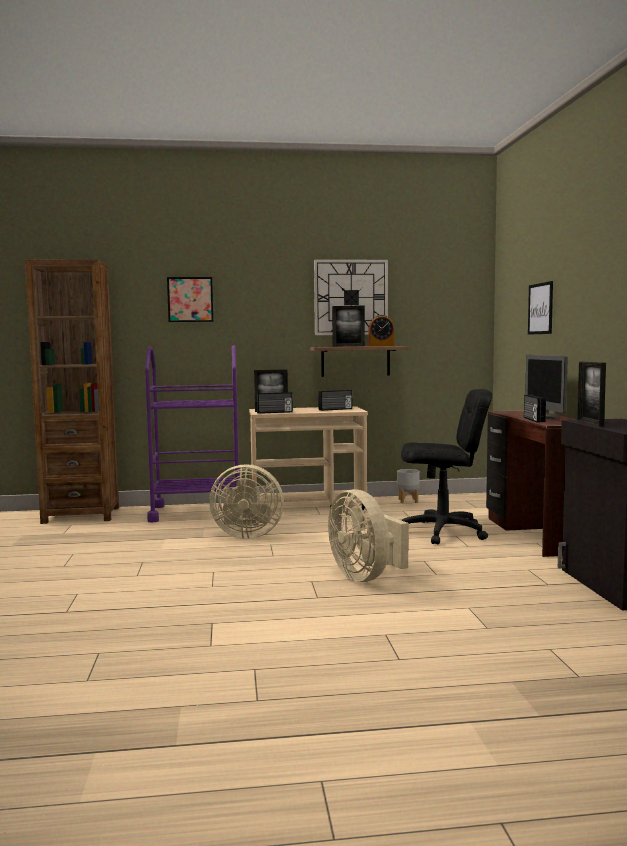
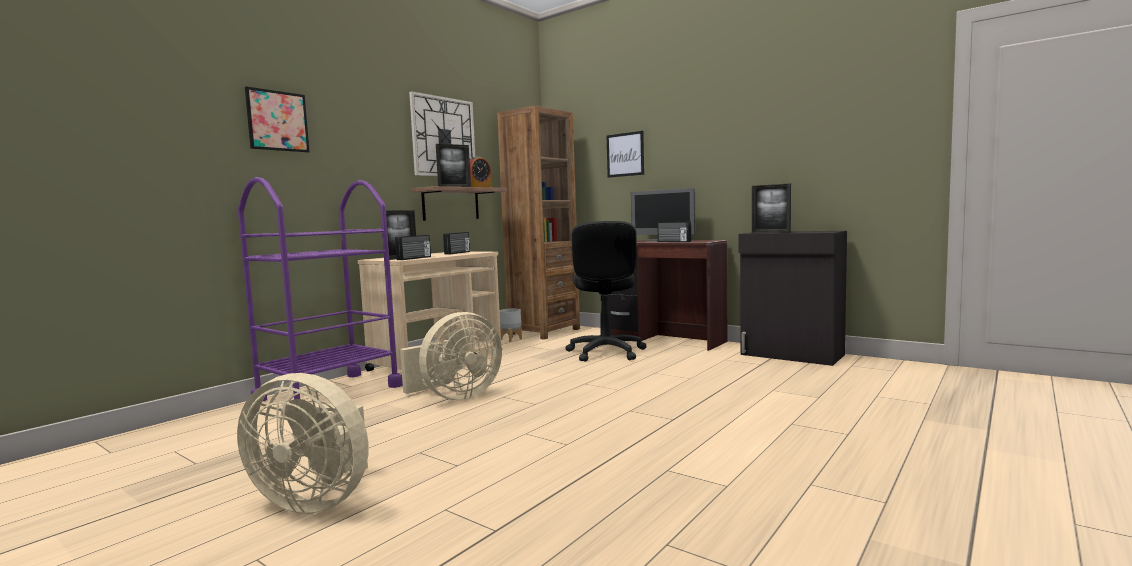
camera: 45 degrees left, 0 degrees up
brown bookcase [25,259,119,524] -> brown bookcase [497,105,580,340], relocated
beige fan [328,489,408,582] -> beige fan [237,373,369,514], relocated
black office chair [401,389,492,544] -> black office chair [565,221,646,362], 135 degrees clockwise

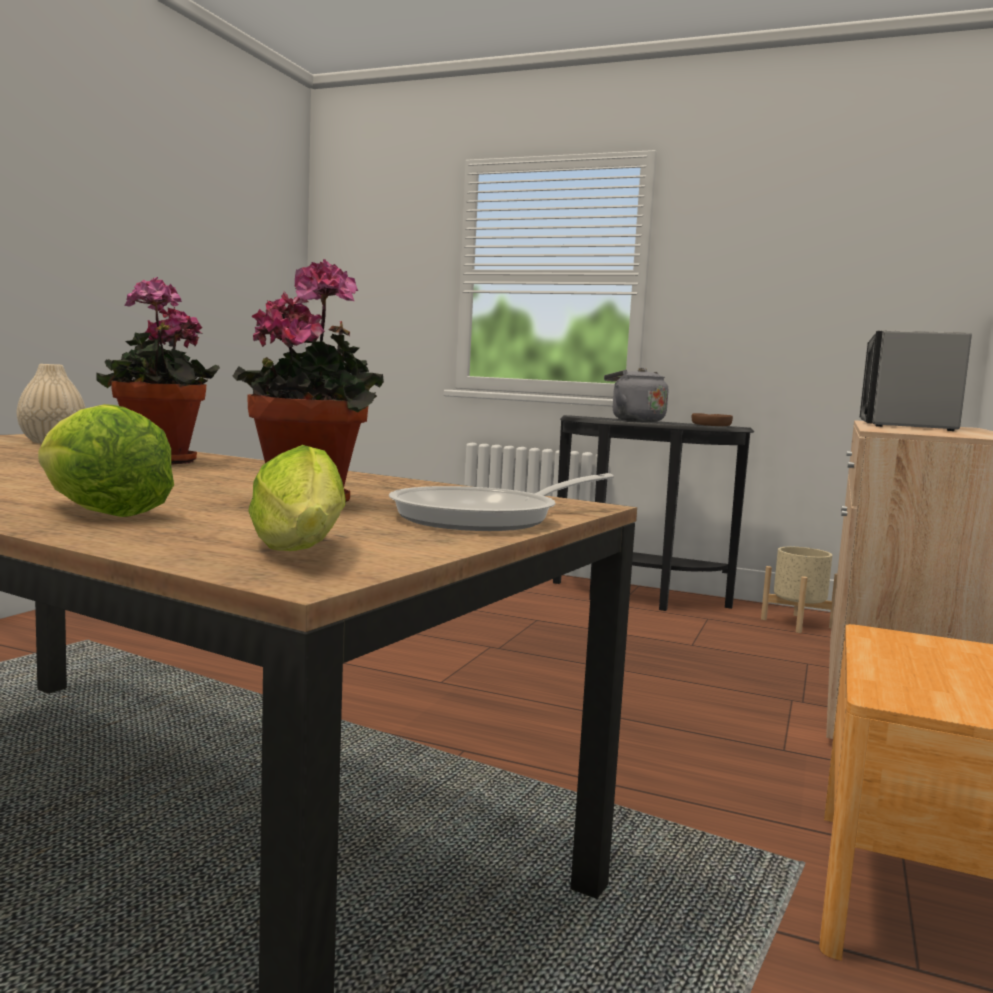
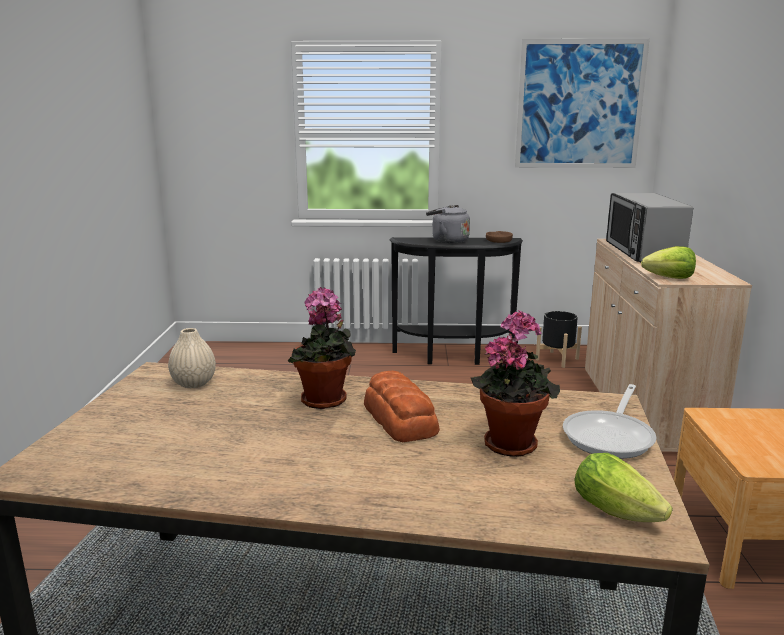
camera: 20 degrees left, 10 degrees up
none -> bread [364,371,440,442]
none -> picture [515,39,650,168]
lettuce [38,404,174,517] -> lettuce [641,246,696,279], relocated
beige planter [761,547,837,633] -> black planter [536,311,582,368]

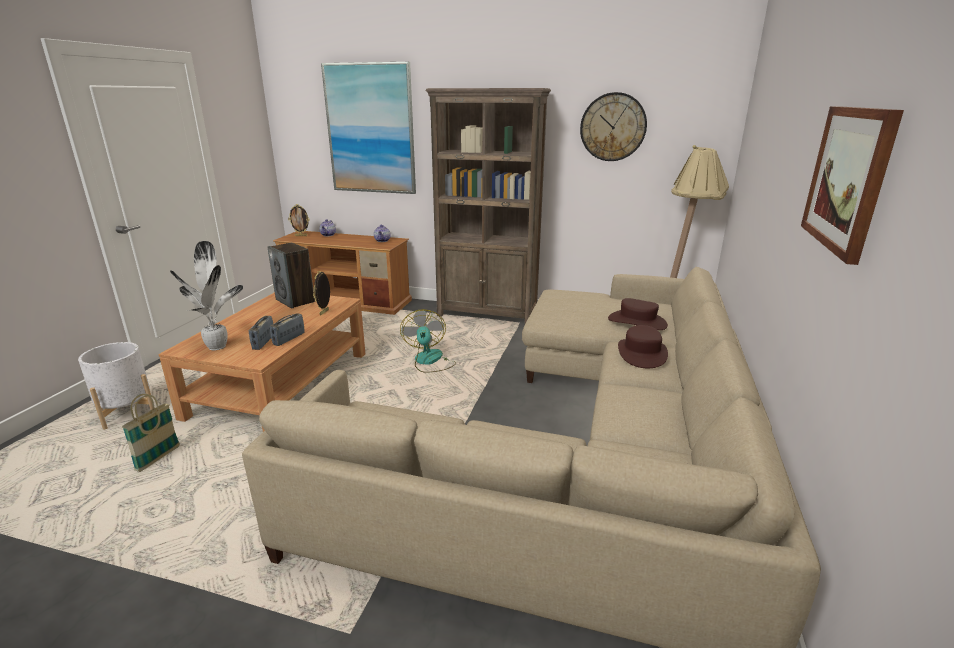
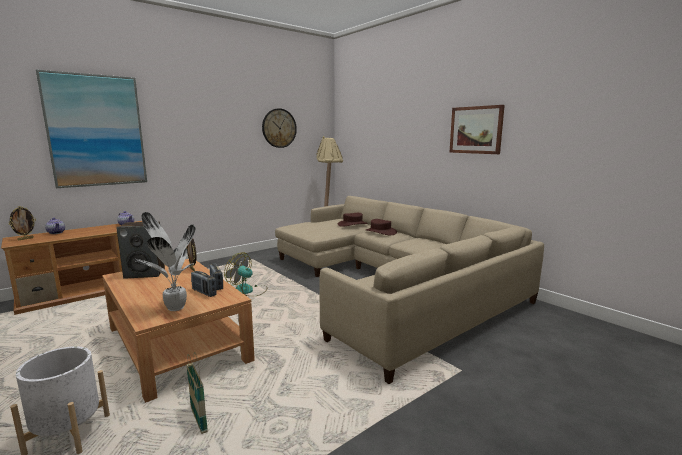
camera: 55 degrees left, 10 degrees down
brown bookcase [425,88,551,324] -> none

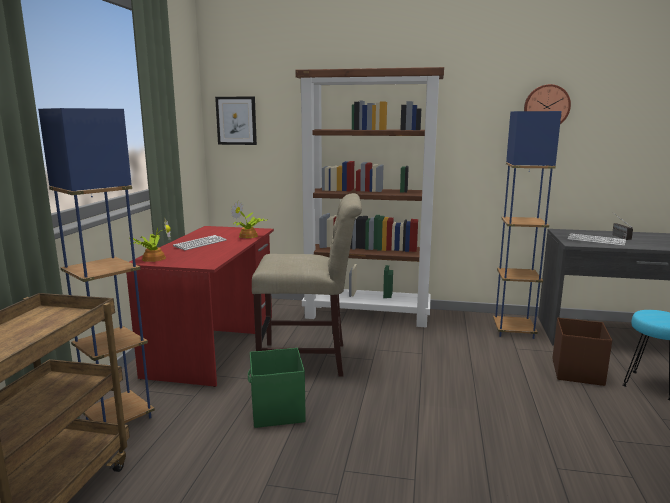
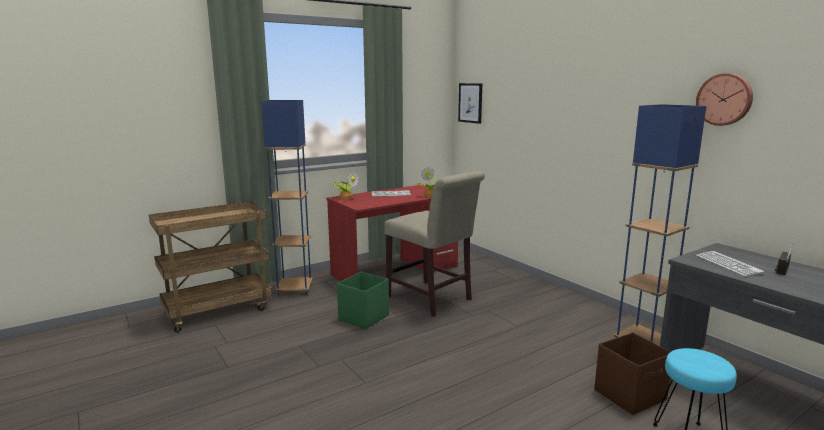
camera: 45 degrees right, 0 degrees up
brown bookcase [295,67,444,327] -> none

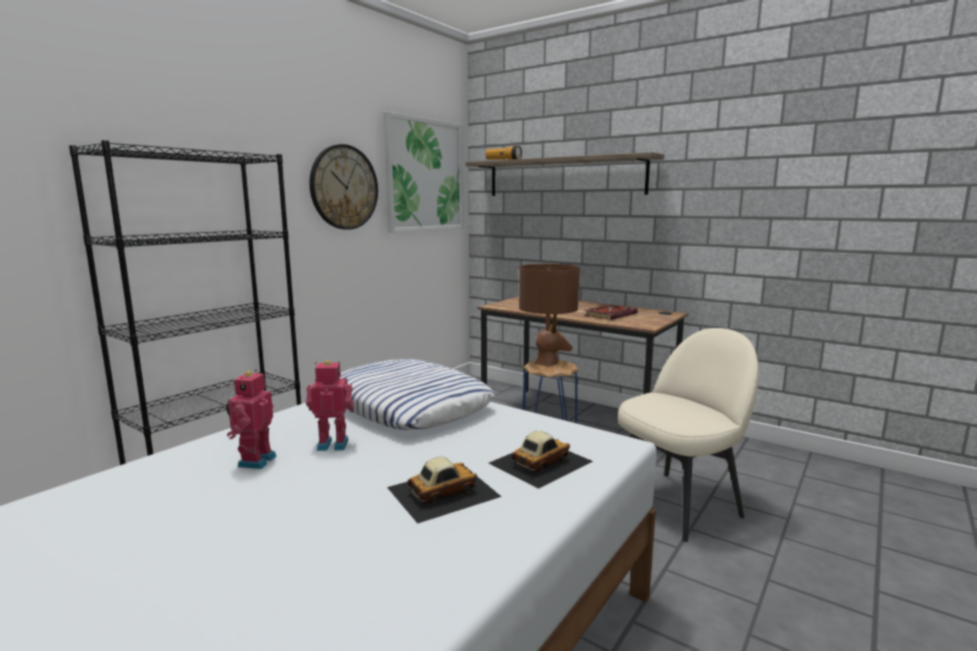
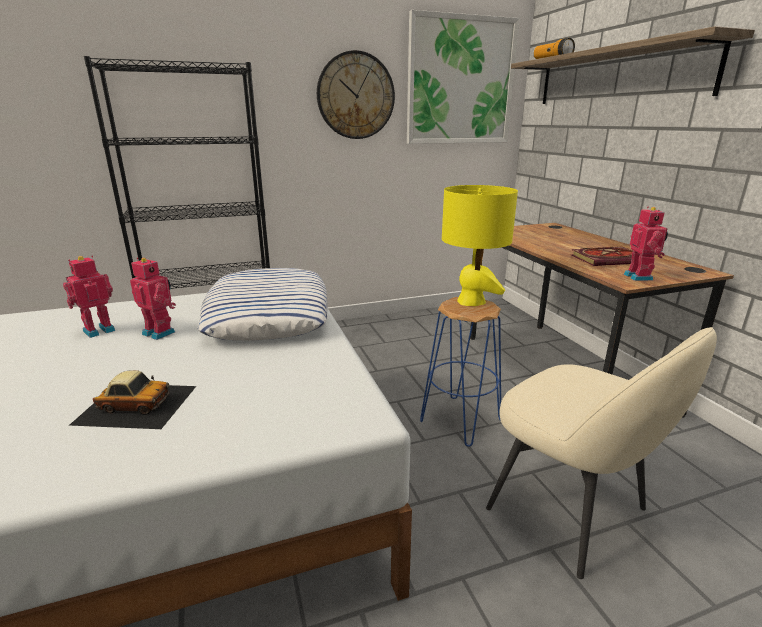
camera: 35 degrees right, 10 degrees up
toy car [489,431,593,489] -> none
none -> toy robot [624,207,668,281]
brown table lamp [519,264,580,366] -> yellow table lamp [442,185,518,306]
beige chair [618,328,759,542] -> beige chair [486,327,717,579], 45 degrees clockwise

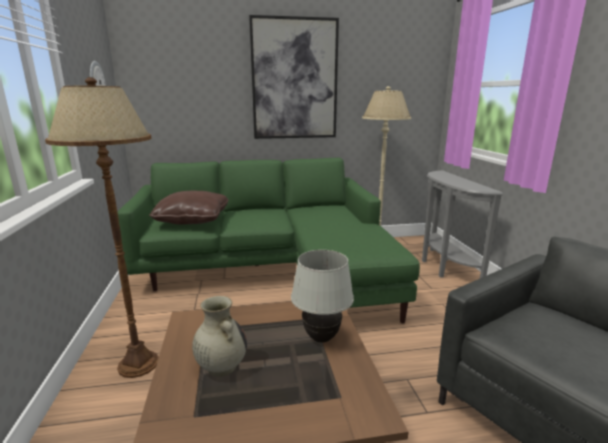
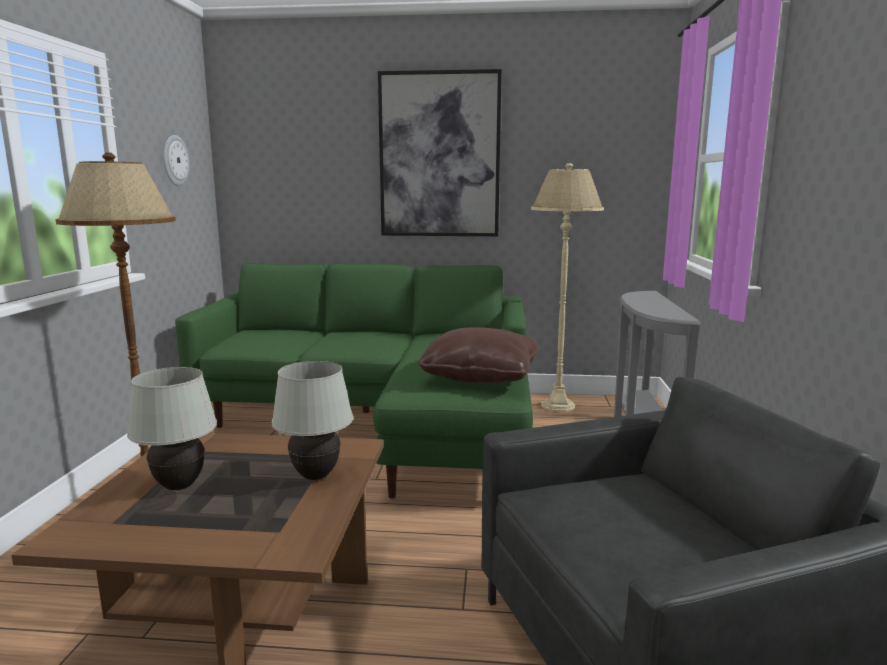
camera: 15 degrees right, 5 degrees down
brown pillow [149,191,229,225] -> brown pillow [417,327,539,383], relocated
beige vase [192,296,247,377] -> white table lamp [127,367,217,490]

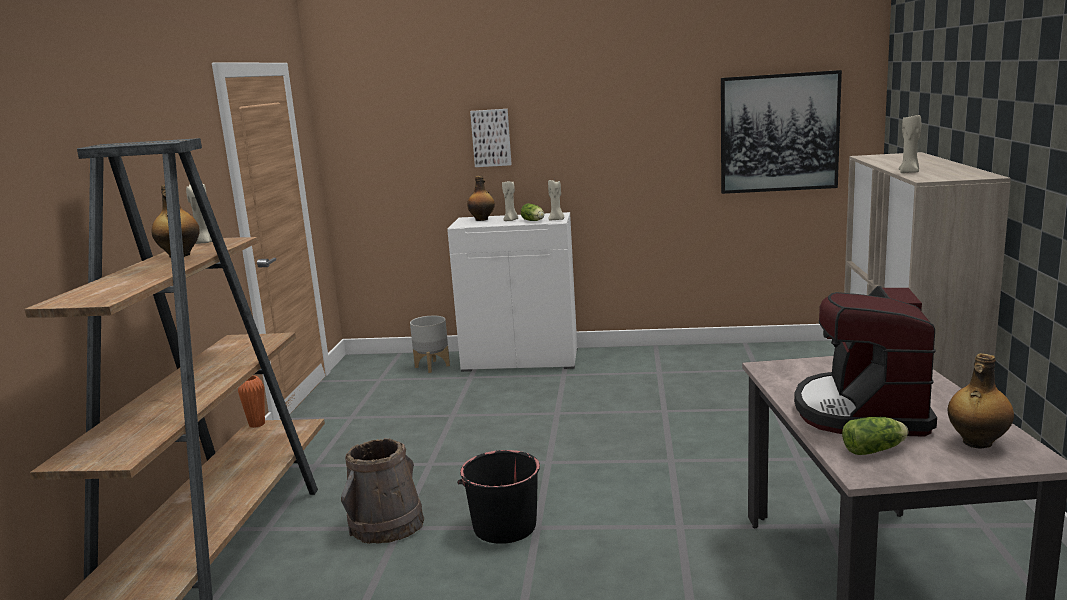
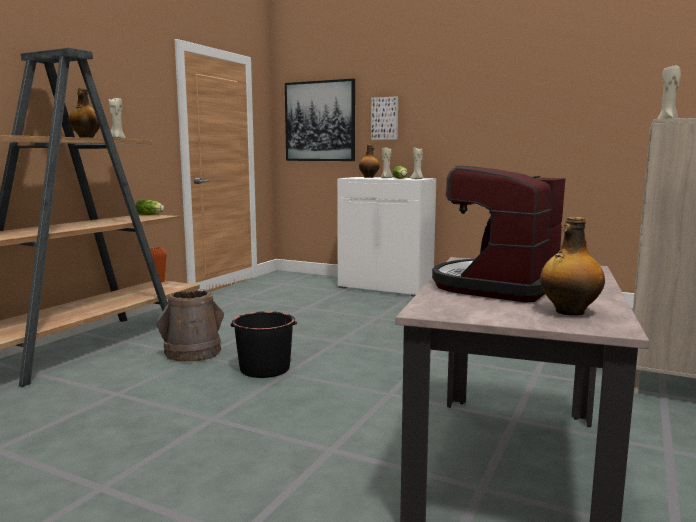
camera: 20 degrees right, 5 degrees down
grey planter [410,316,450,373] -> none
picture [721,70,842,194] -> picture [285,79,355,161], relocated
lettuce [842,417,908,455] -> lettuce [135,200,164,215], relocated

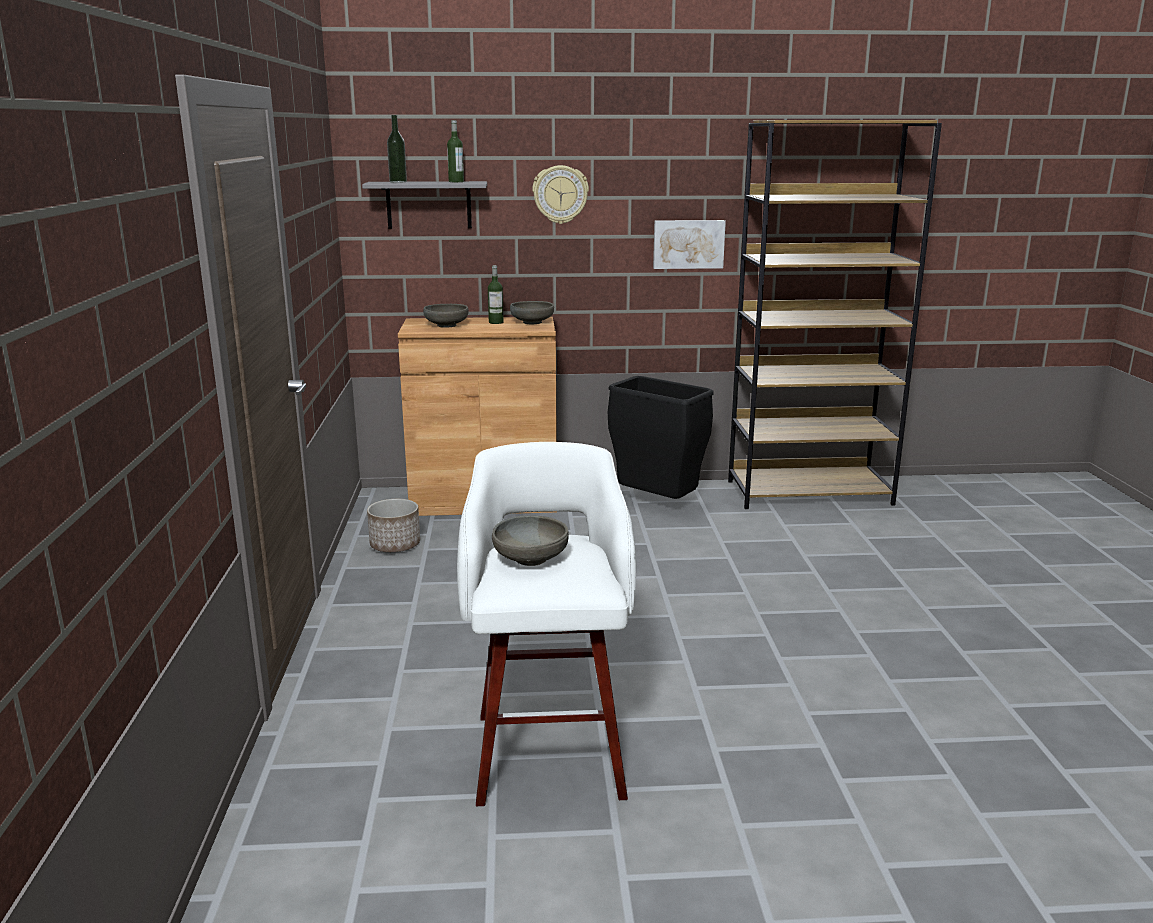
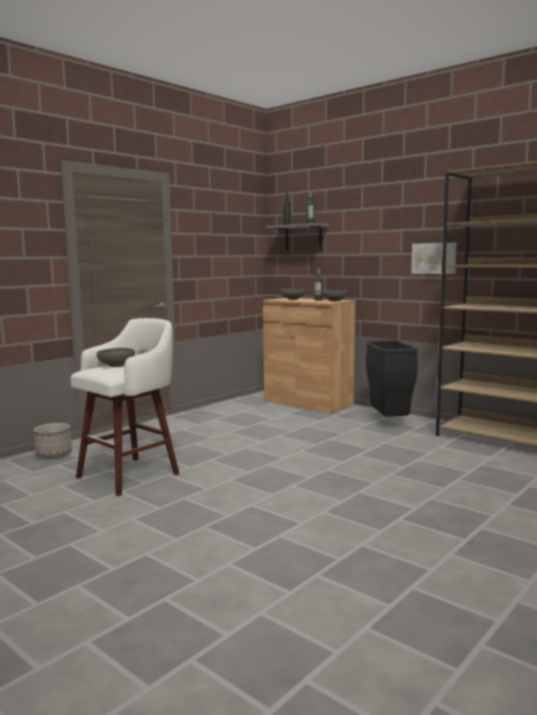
camera: 45 degrees right, 10 degrees down
wall clock [532,165,589,224] -> none
planter [367,499,420,552] -> planter [34,423,72,458], relocated

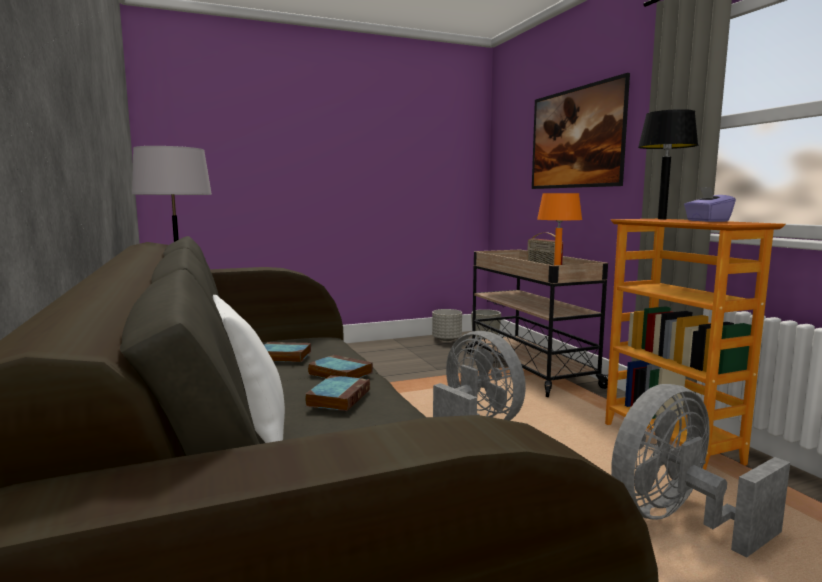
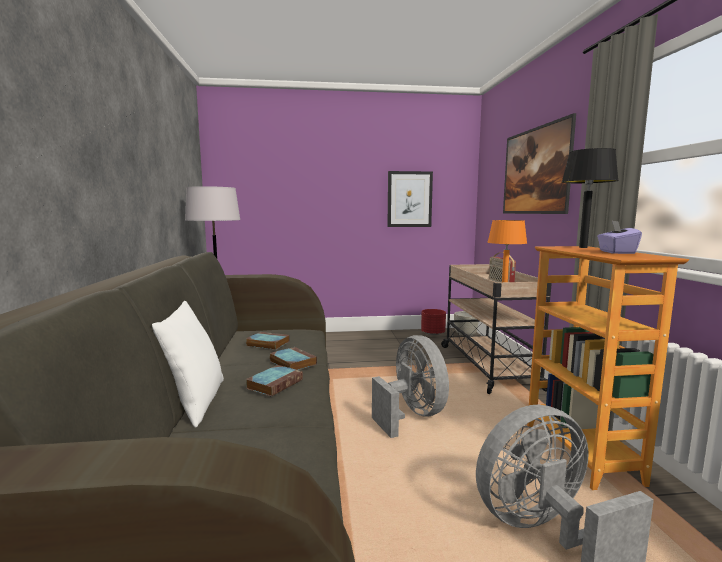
camera: 15 degrees right, 0 degrees up
none -> picture [388,171,433,227]
grey planter [432,309,462,341] -> red planter [421,309,446,335]

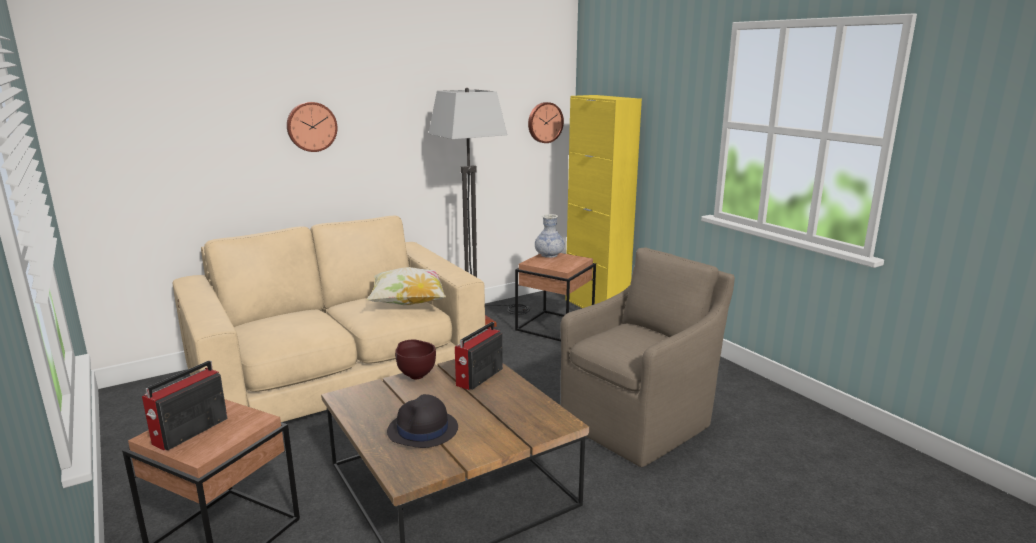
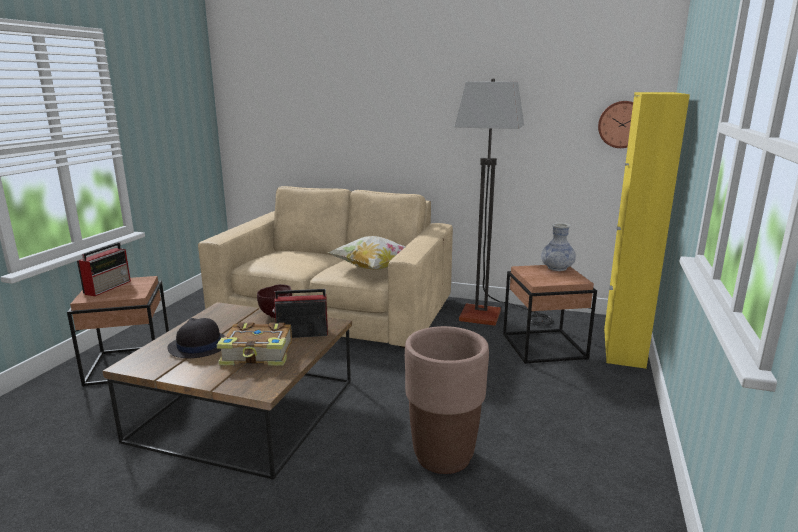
camera: 50 degrees right, 0 degrees up
wall clock [287,102,338,152] -> none
none -> book [217,322,292,366]
brown armchair [561,248,735,467] -> brown planter [405,326,489,474]
radio [142,361,228,450] -> radio [77,242,131,296], 120 degrees clockwise

